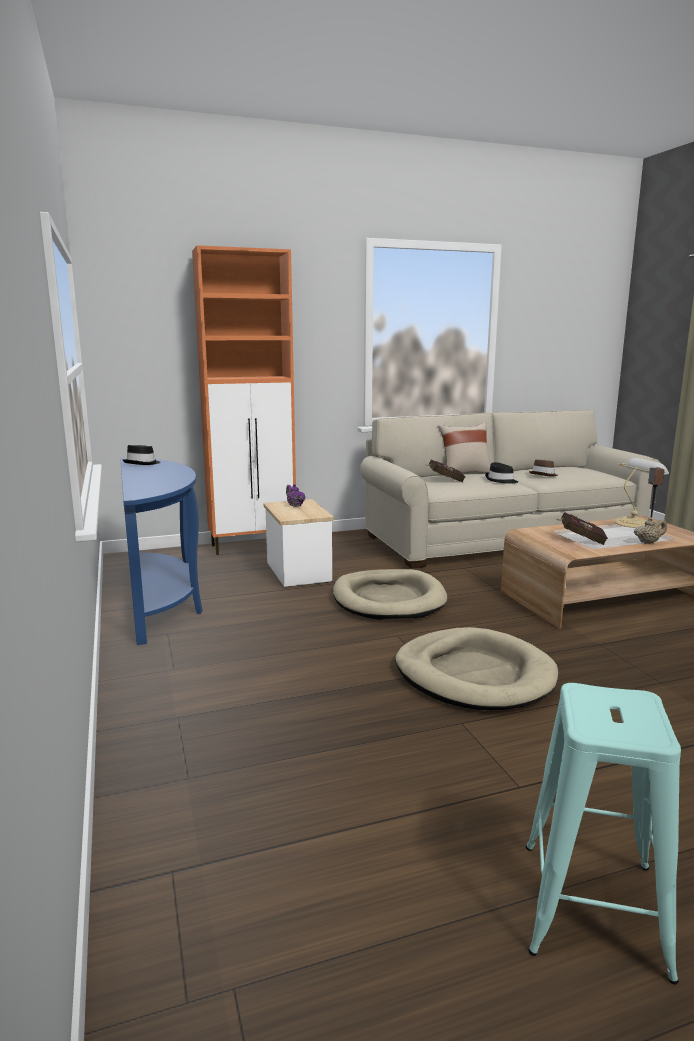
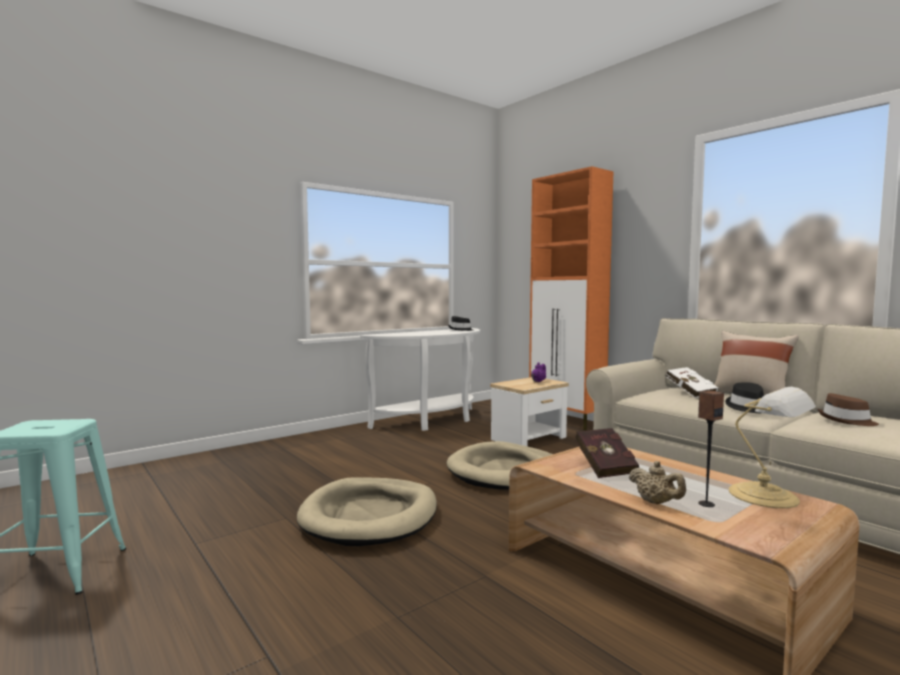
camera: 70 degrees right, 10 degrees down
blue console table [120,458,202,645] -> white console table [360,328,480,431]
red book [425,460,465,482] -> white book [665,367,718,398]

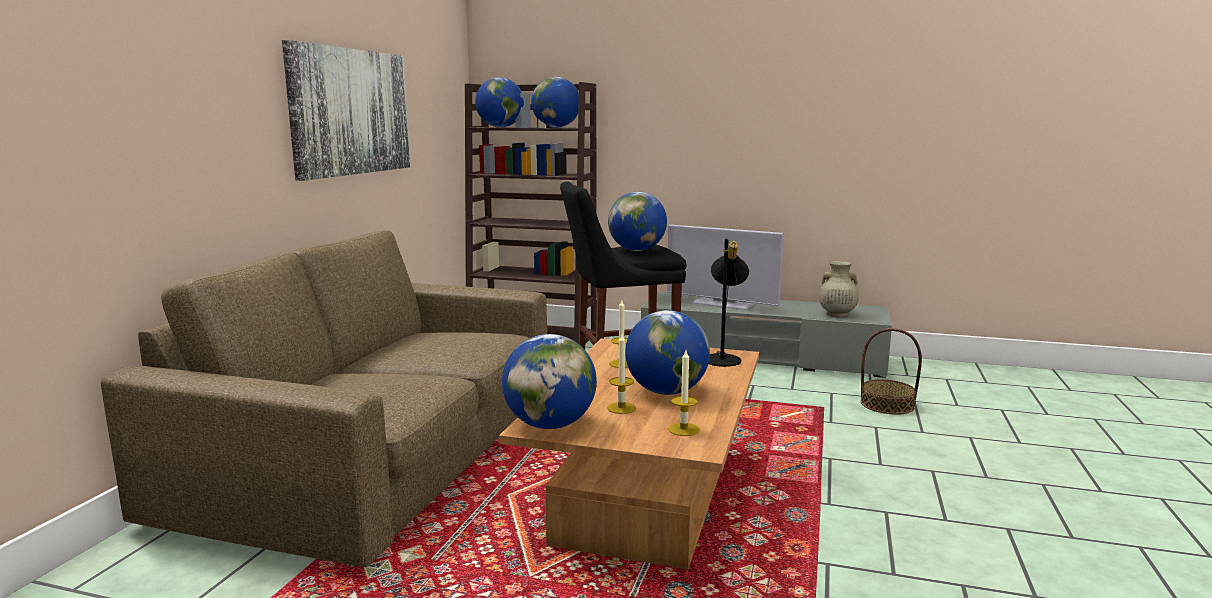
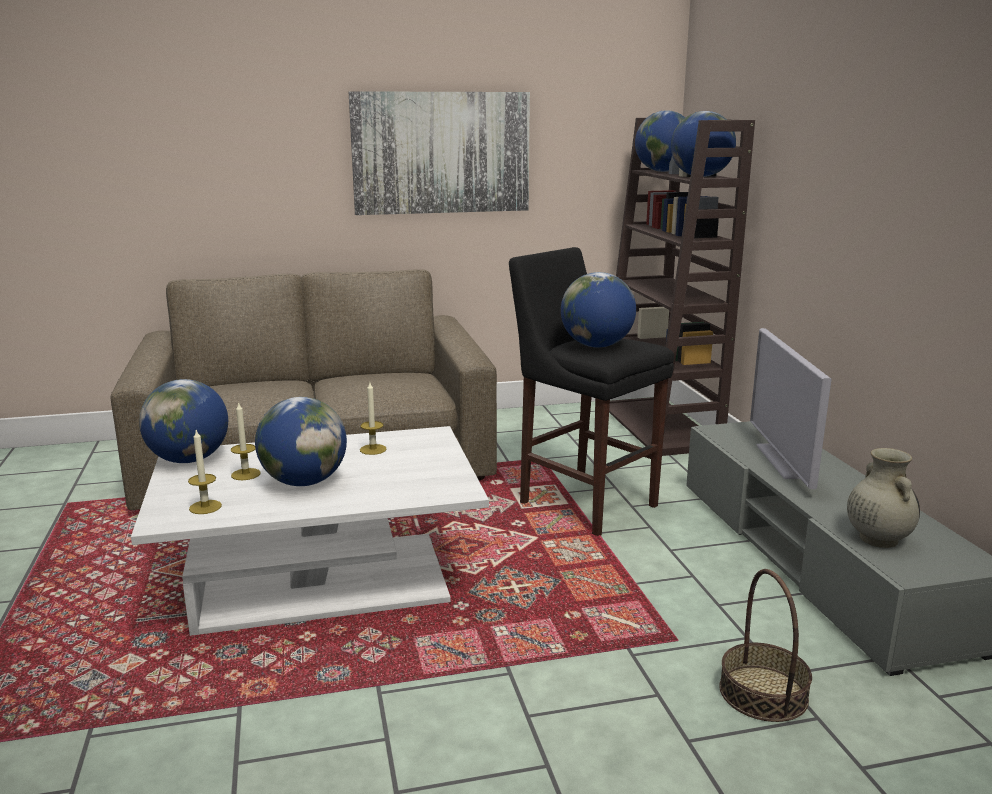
camera: 60 degrees right, 5 degrees up
black table lamp [708,239,749,367] -> none
brown coffee table [499,338,759,570] -> white coffee table [131,426,489,636]

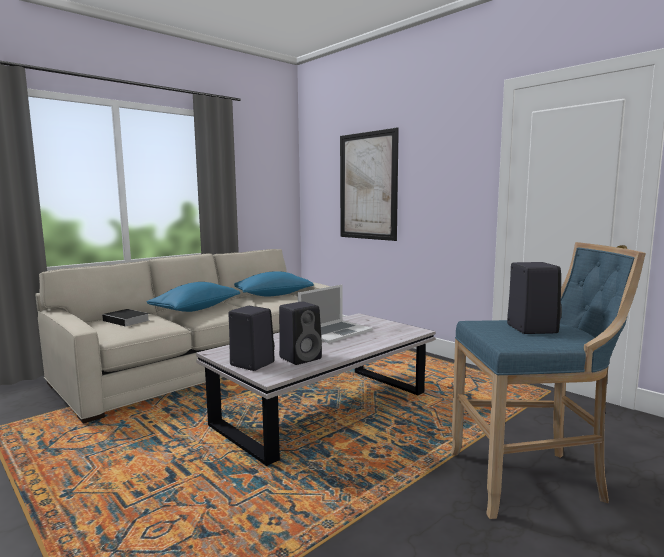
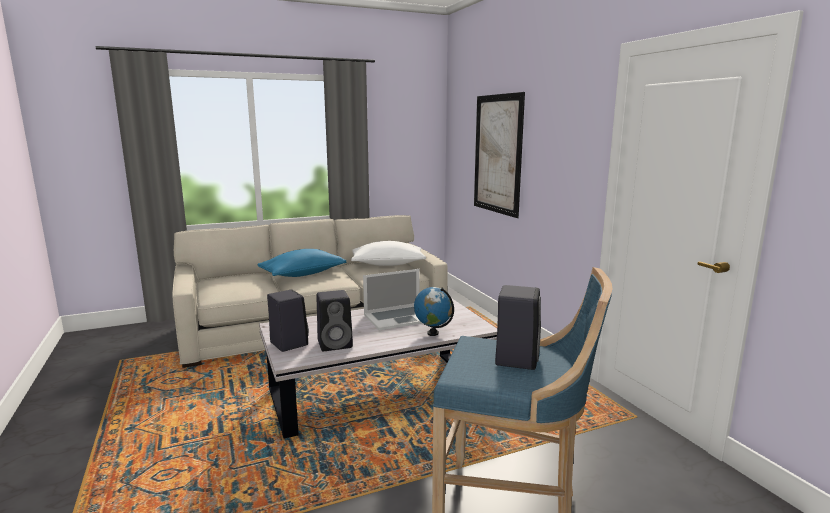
camera: 20 degrees right, 5 degrees up
book [102,309,150,327] -> none
none -> globe [414,287,454,336]
blue pillow [234,271,314,297] -> white pillow [351,241,426,266]

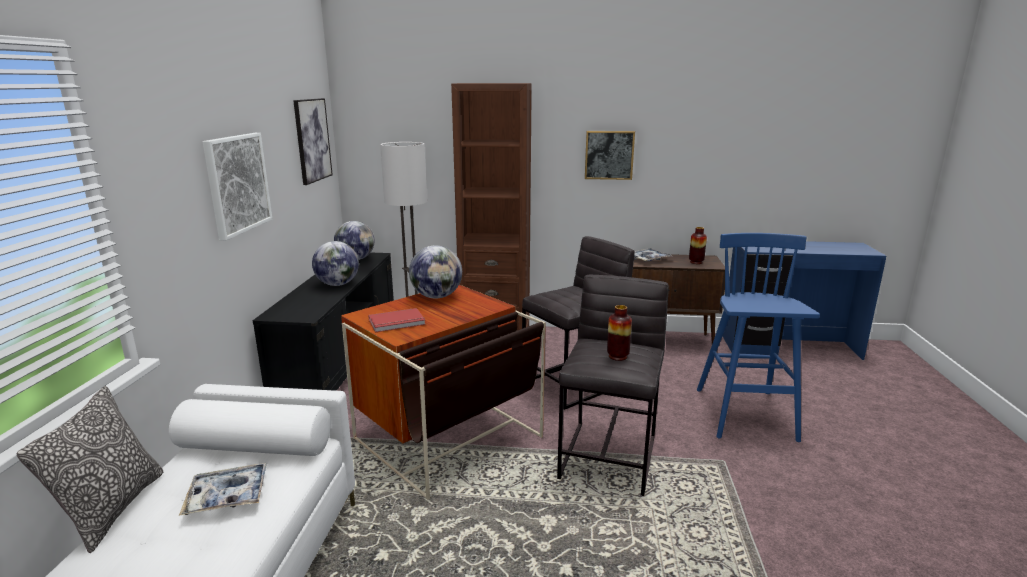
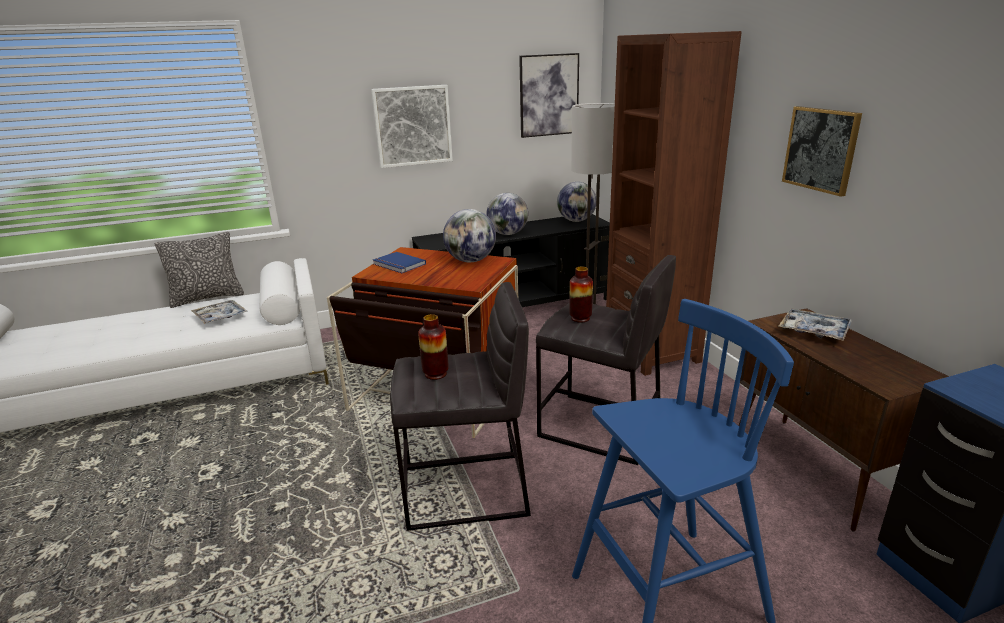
camera: 65 degrees right, 5 degrees up
vase [689,227,707,264] -> vase [569,267,593,323], relocated
red book [369,308,426,332] -> blue book [373,252,426,273]

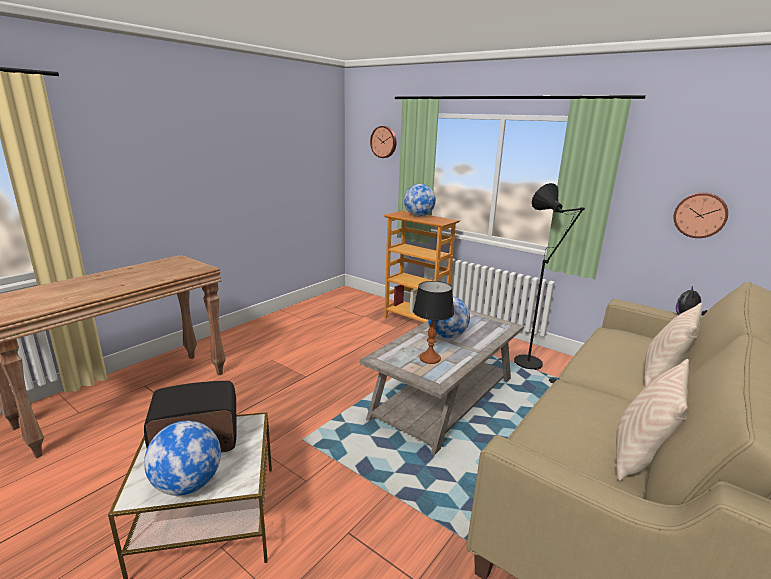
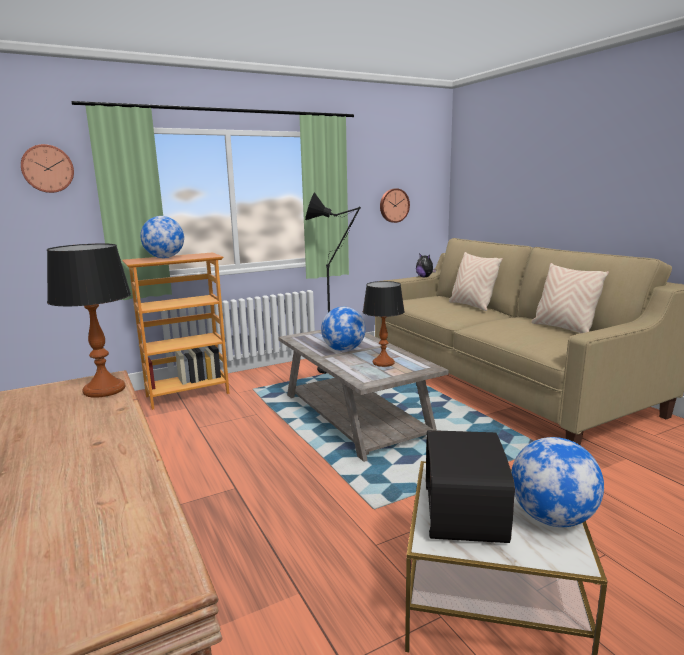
camera: 65 degrees left, 5 degrees down
none -> table lamp [47,244,131,398]

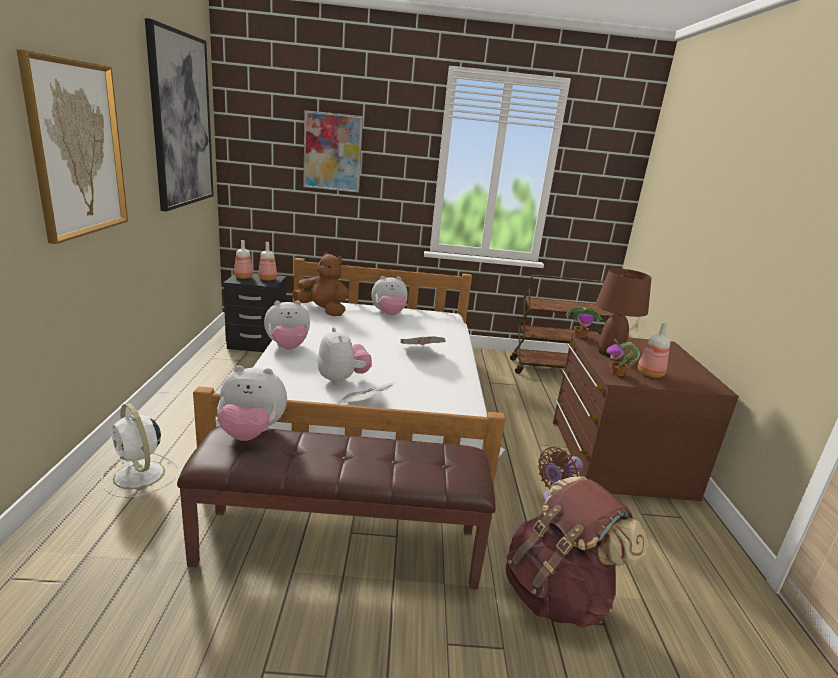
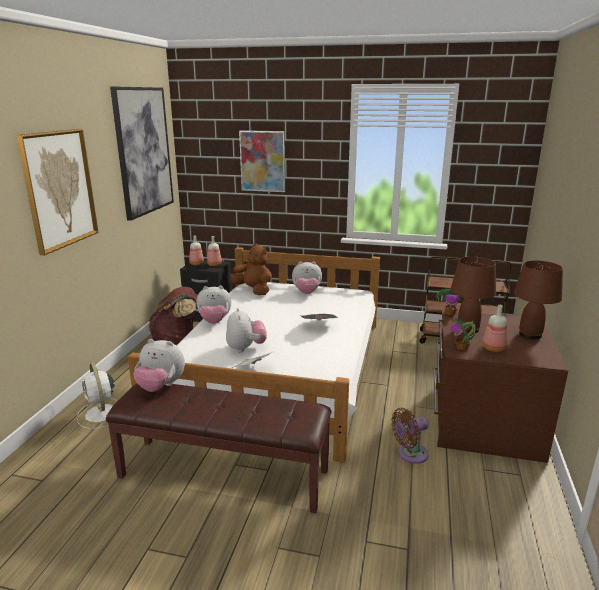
camera: 15 degrees right, 0 degrees up
none -> brown table lamp [514,260,563,339]
brown backpack [506,476,648,628] -> brown backpack [149,287,197,345], relocated

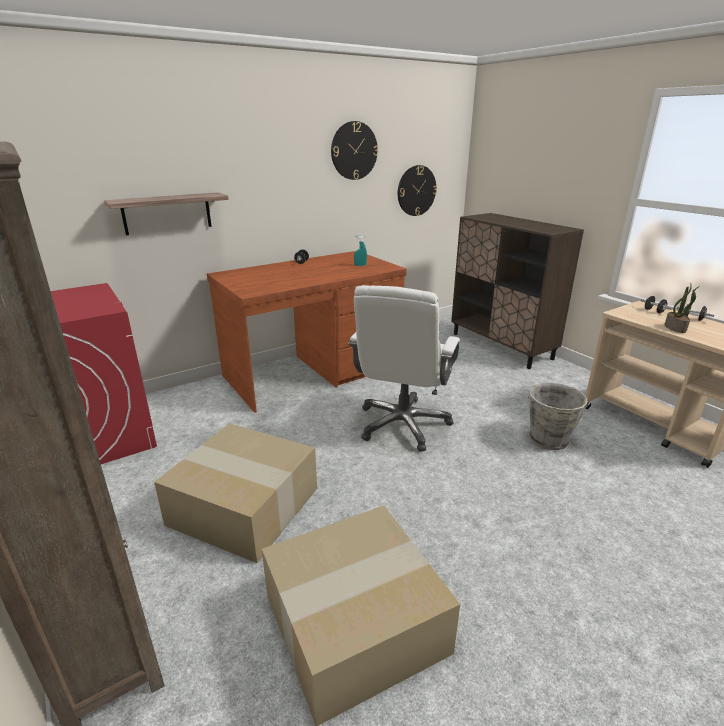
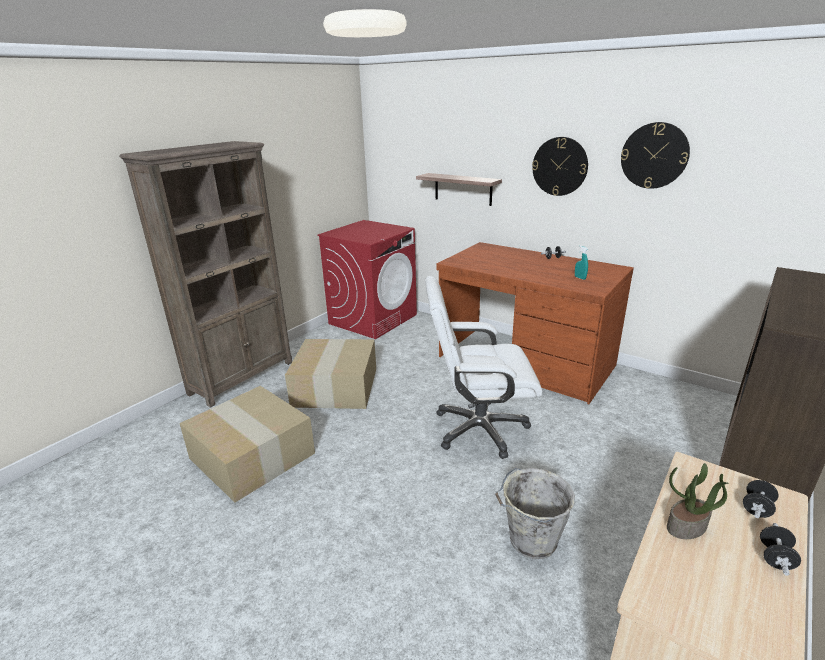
camera: 70 degrees right, 0 degrees up
wall clock [398,165,437,216] -> wall clock [532,137,588,196], relocated

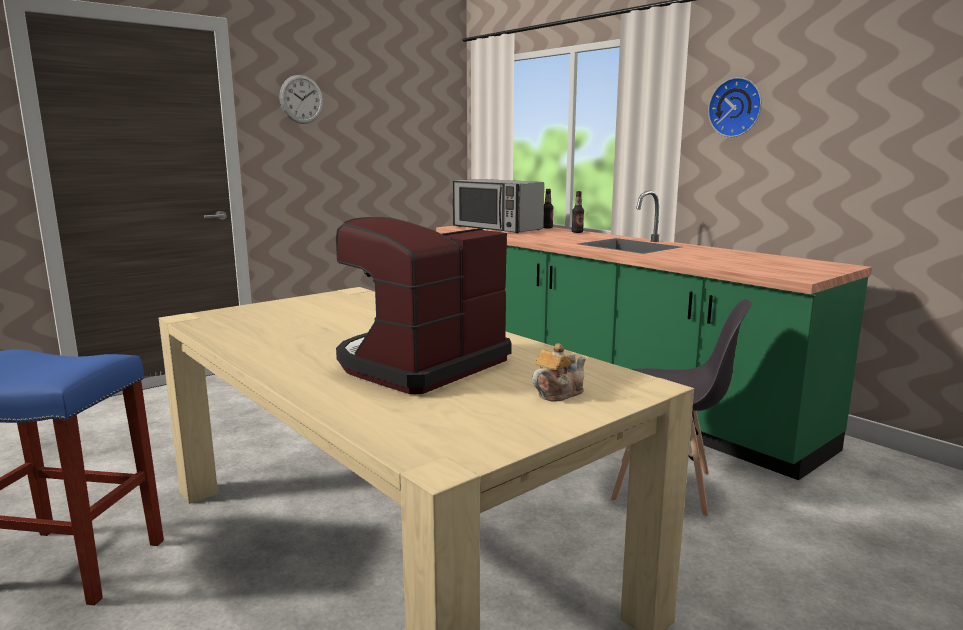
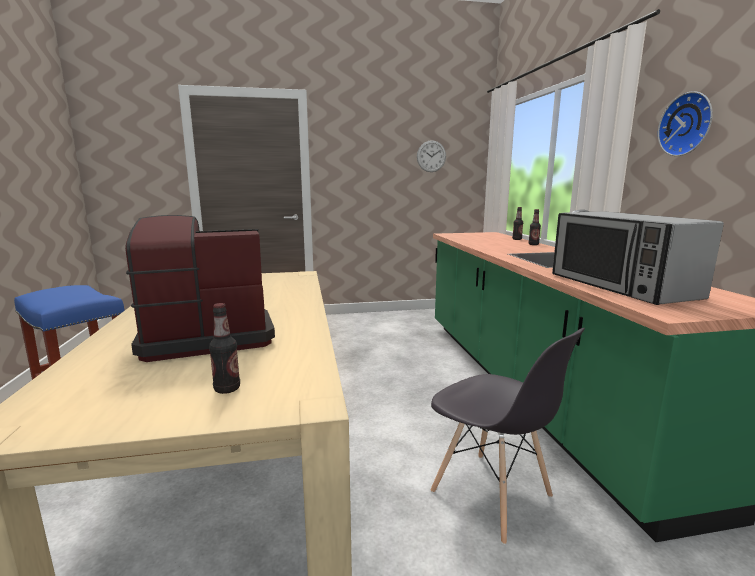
camera: 30 degrees right, 0 degrees up
wall clock [279,75,323,124] -> wall clock [417,140,446,172], relocated
microwave [453,179,544,233] -> microwave [552,211,724,305], relocated
teapot [532,343,586,402] -> bottle [209,303,240,394]

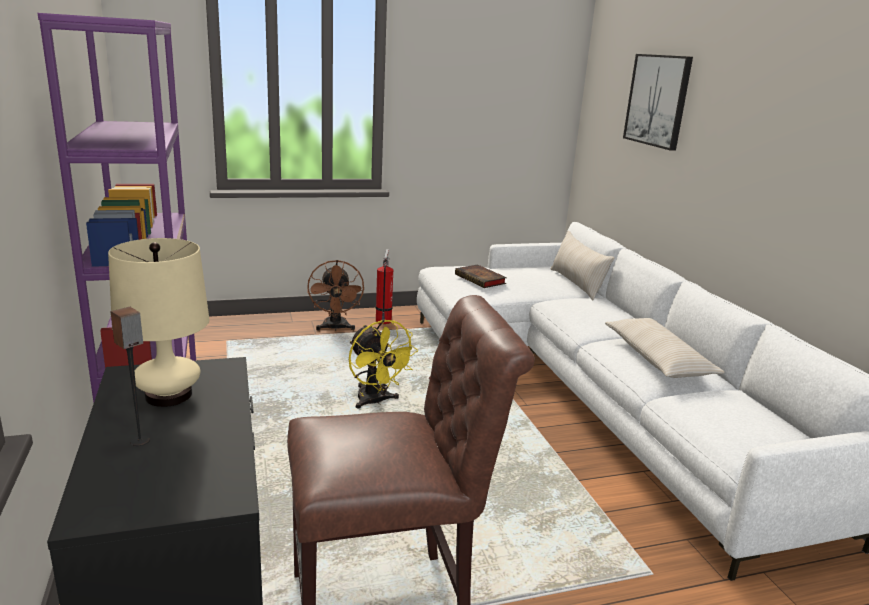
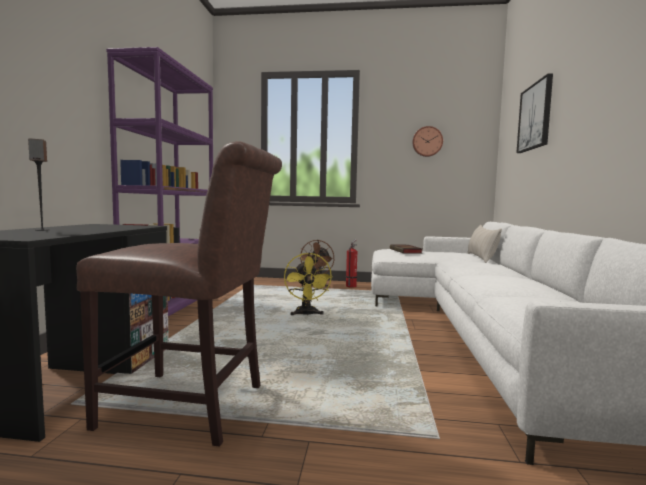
camera: 25 degrees right, 15 degrees down
beige table lamp [108,238,210,407] -> none
beige pillow [605,318,725,378] -> none
none -> wall clock [412,126,443,157]

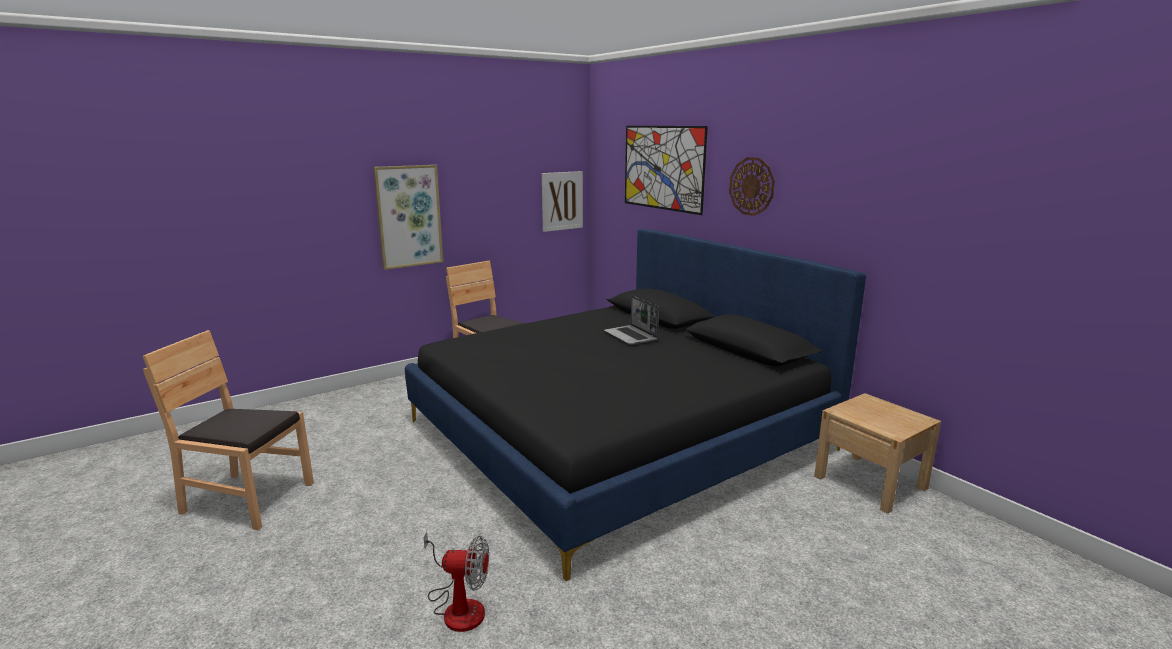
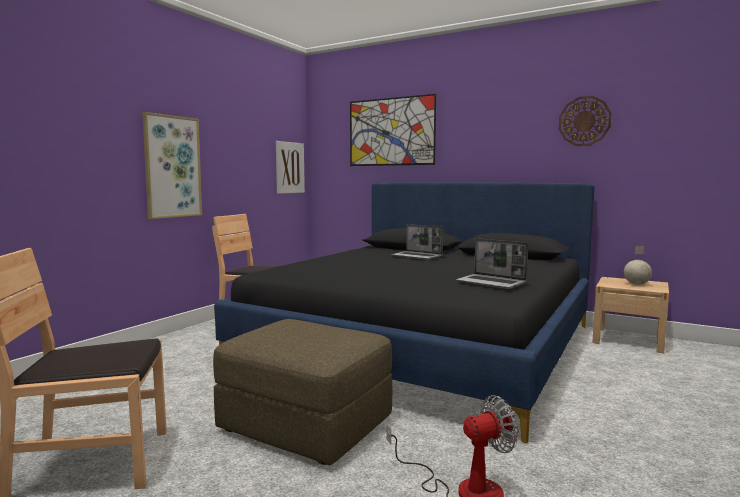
camera: 25 degrees left, 10 degrees down
none -> brown ottoman [213,319,392,465]
none -> laptop [456,238,528,289]
none -> globe [624,246,652,285]
wall clock [729,157,775,216] -> wall clock [559,96,612,146], relocated

